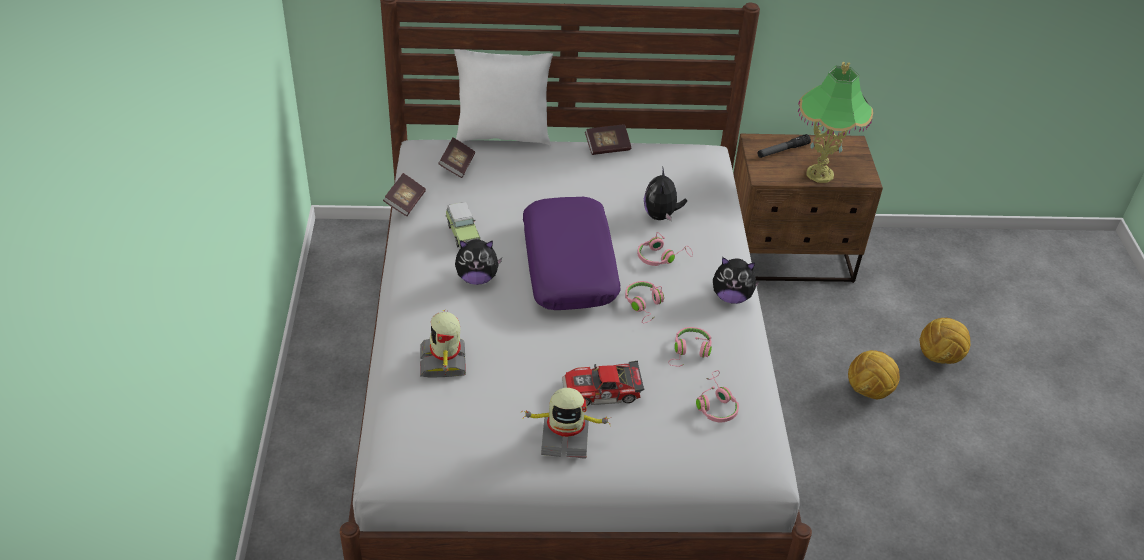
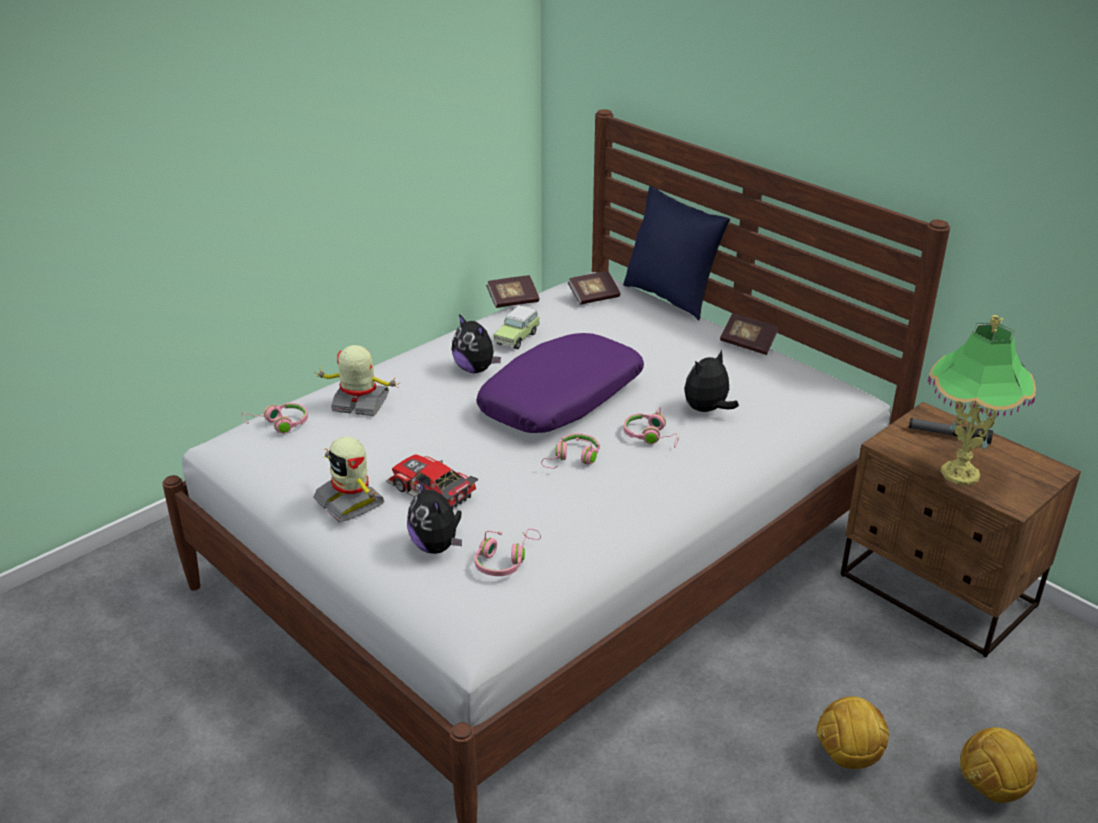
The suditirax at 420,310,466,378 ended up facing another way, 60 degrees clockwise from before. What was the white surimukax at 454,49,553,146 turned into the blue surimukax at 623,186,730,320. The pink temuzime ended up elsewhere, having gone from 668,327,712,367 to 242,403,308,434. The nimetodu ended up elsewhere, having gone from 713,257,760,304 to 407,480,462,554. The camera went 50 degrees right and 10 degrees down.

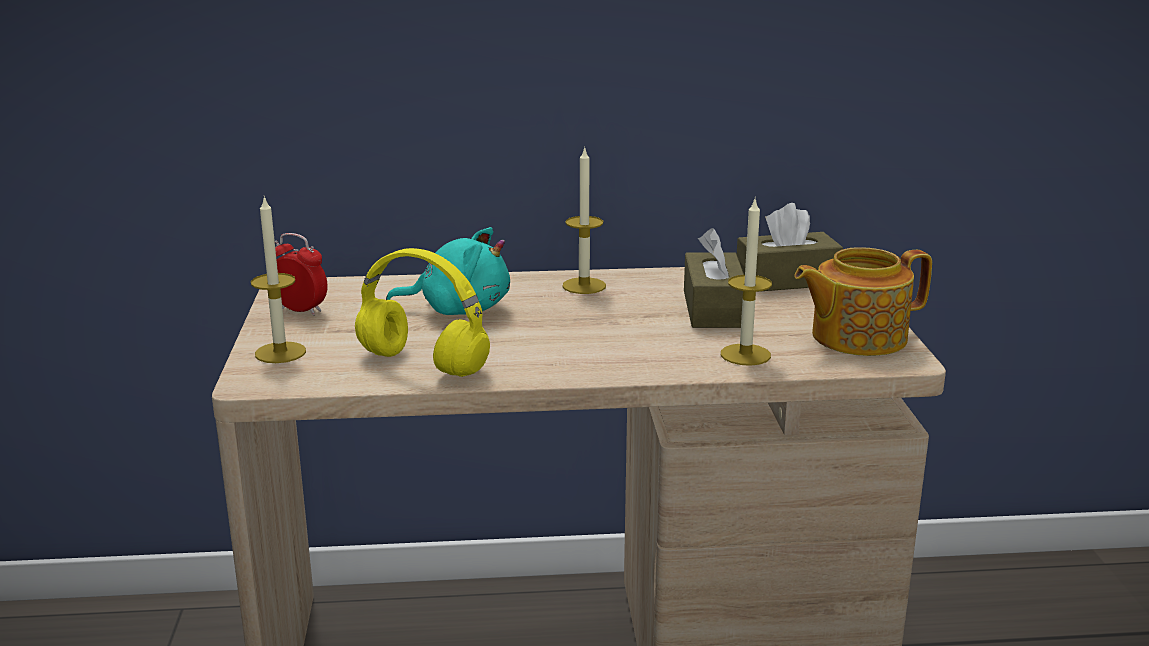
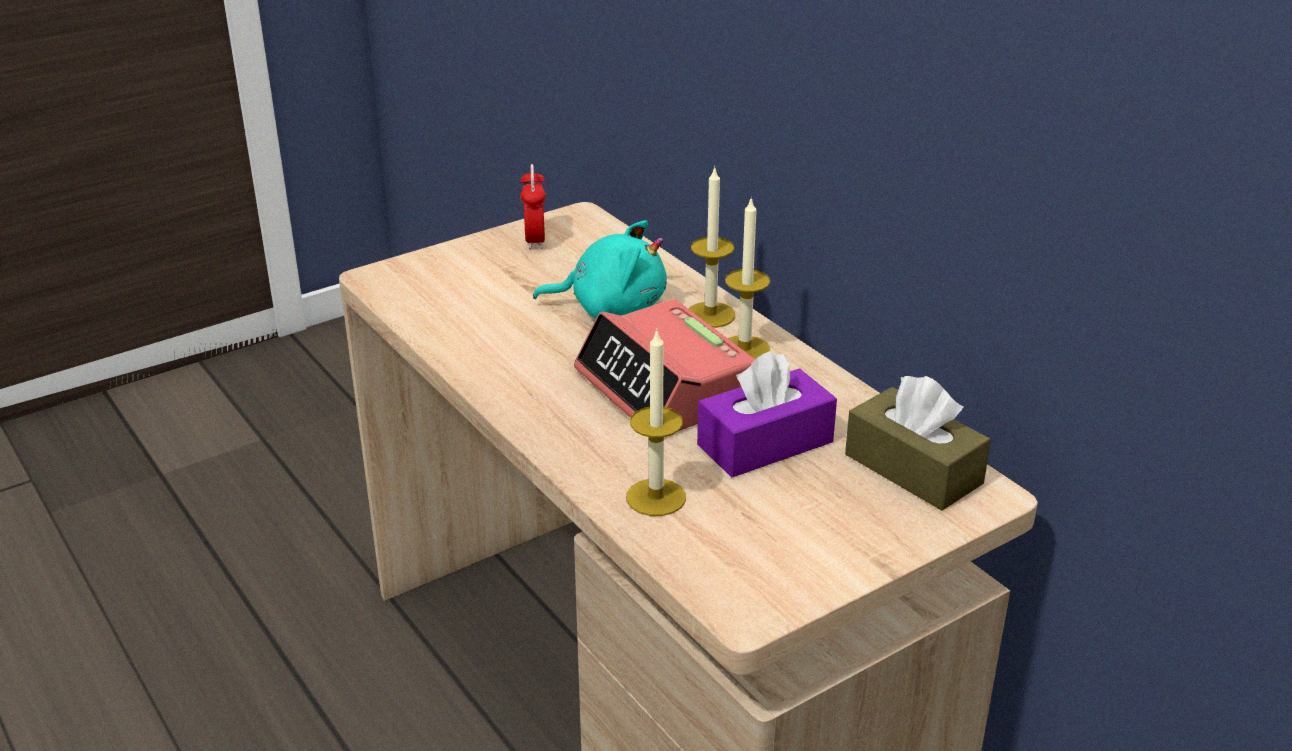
The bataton ended up elsewhere, having gone from 251,196,306,363 to 688,166,735,328. The second view lost the yellow temuzime at 355,248,490,377. The turquoise nimetodu at 386,227,510,315 ended up facing another way, 60 degrees counterclockwise from before. What was the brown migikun at 684,228,744,328 turned into the purple migikun at 697,351,837,477. The second view lost the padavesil at 794,247,932,356. The second view gained the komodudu at 574,299,755,431. The camera went 60 degrees right and 10 degrees up.

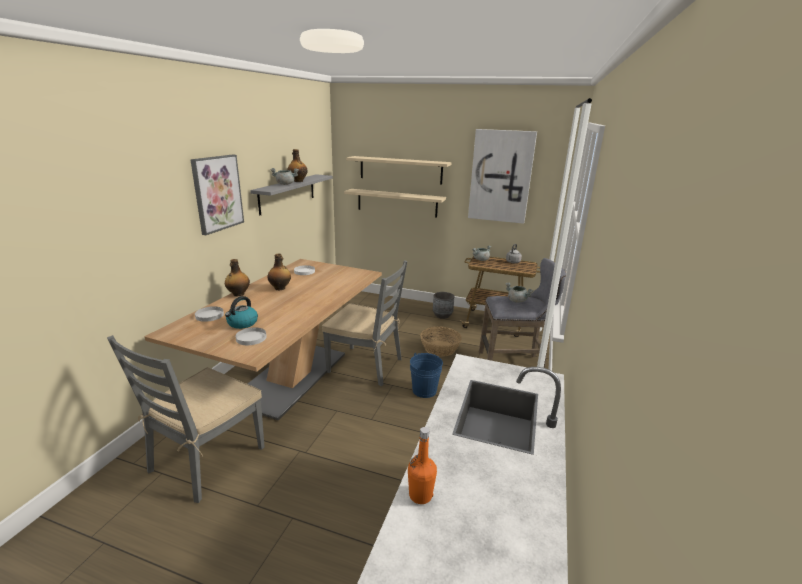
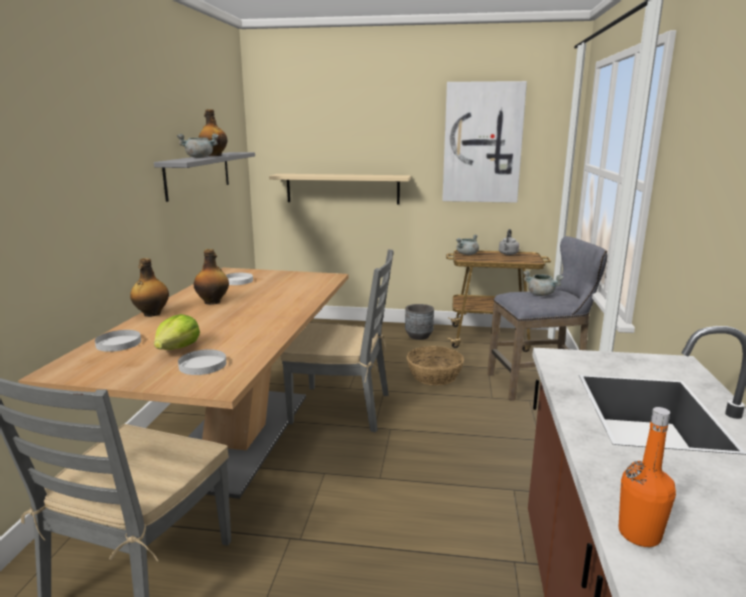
The second view lost the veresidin at 190,155,244,235. Where the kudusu stood at 225,296,258,329, the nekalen came to stand at 154,314,200,350. The second view lost the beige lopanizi at 346,156,452,184. The second view lost the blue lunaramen at 410,353,443,398. The camera went 10 degrees left and 5 degrees down.

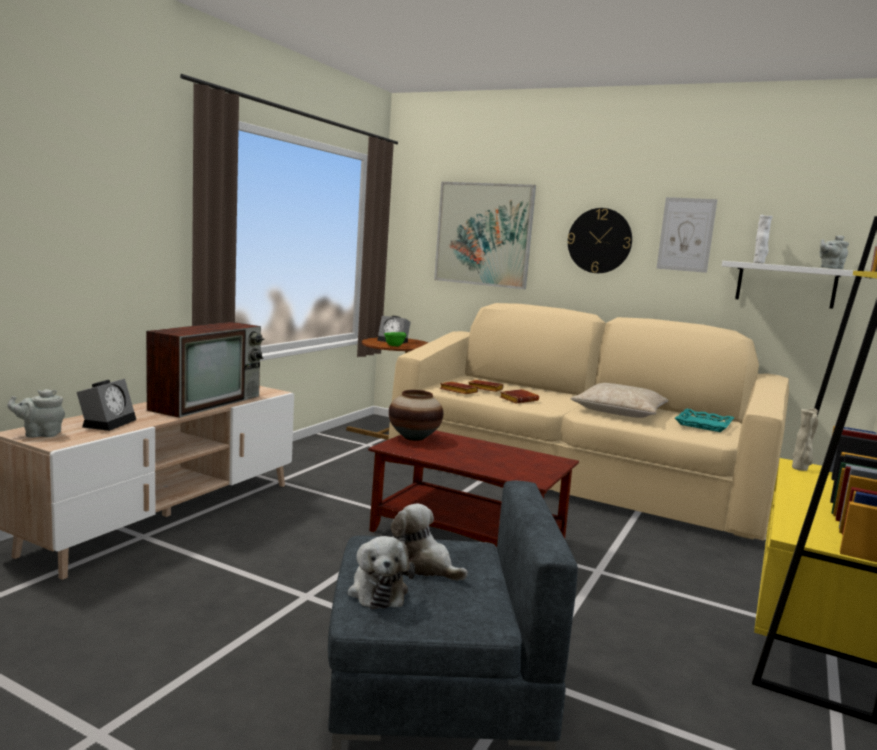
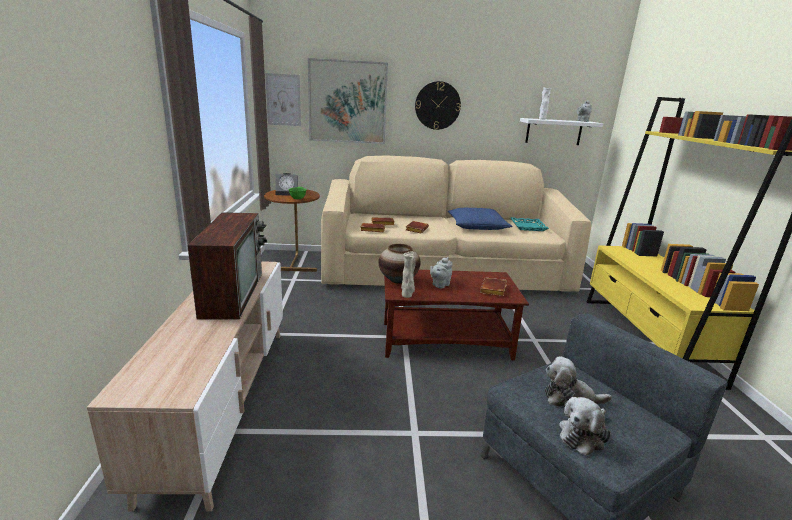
The grey padavesil ended up elsewhere, having gone from 7,389,65,438 to 430,257,453,288. The second view lost the komodudu at 77,379,136,431. The nimetodu at 348,536,415,609 ended up facing another way, 90 degrees clockwise from before. What was the beige surimukax at 571,383,668,418 turned into the blue surimukax at 448,208,512,230. The veresidin ended up elsewhere, having gone from 656,197,718,273 to 265,73,301,126. The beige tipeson ended up elsewhere, having gone from 792,408,818,471 to 401,251,416,298. The second view gained the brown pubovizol at 480,278,507,296. The camera went 30 degrees left and 10 degrees up.

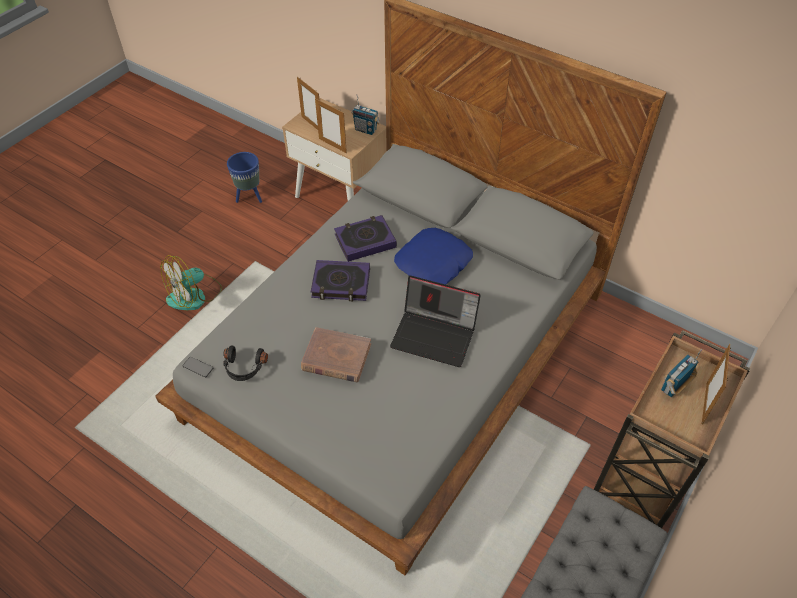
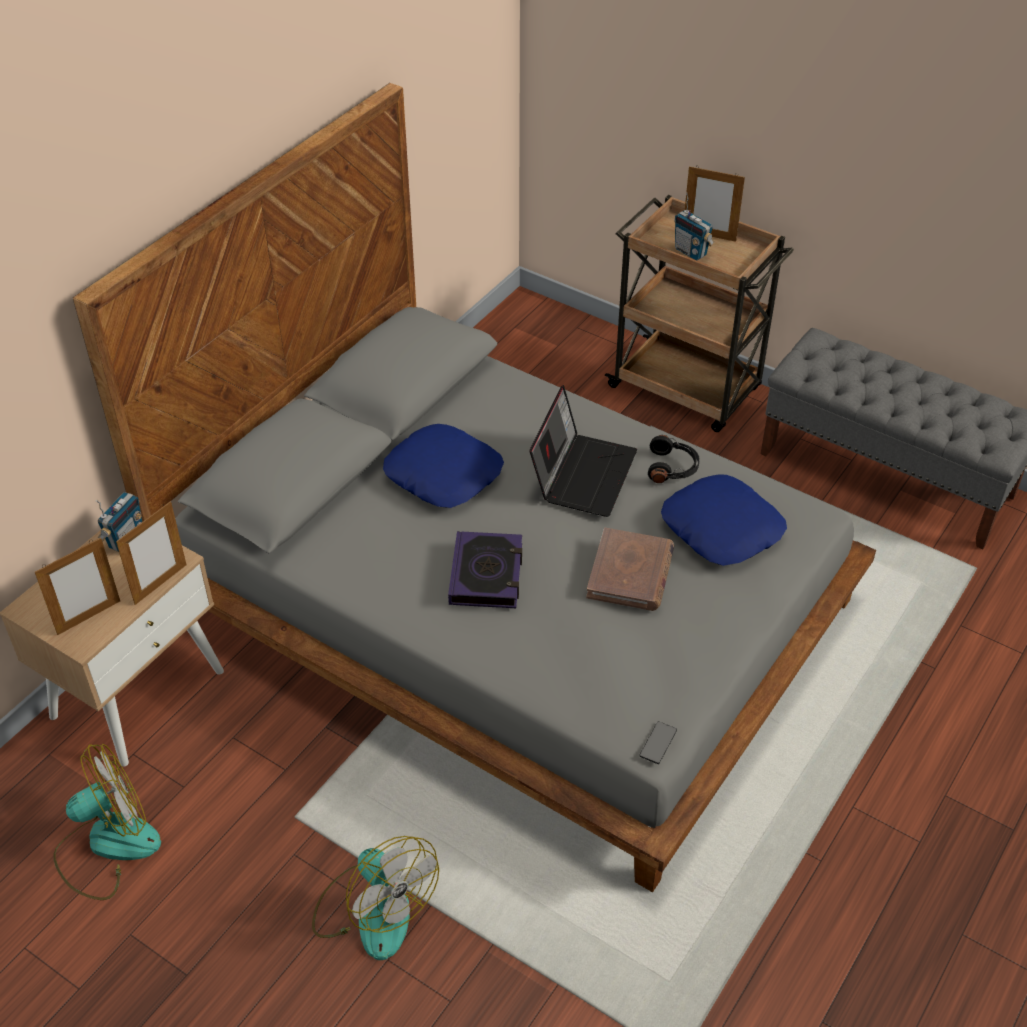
The black temuzime ended up elsewhere, having gone from 223,345,268,381 to 648,435,700,483. Where the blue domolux stood at 227,152,262,203, the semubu came to stand at 53,744,161,900. The second view lost the pubovizol at 334,215,397,262. The second view gained the blue surimukax at 661,474,787,566. The camera went 90 degrees left and 5 degrees down.

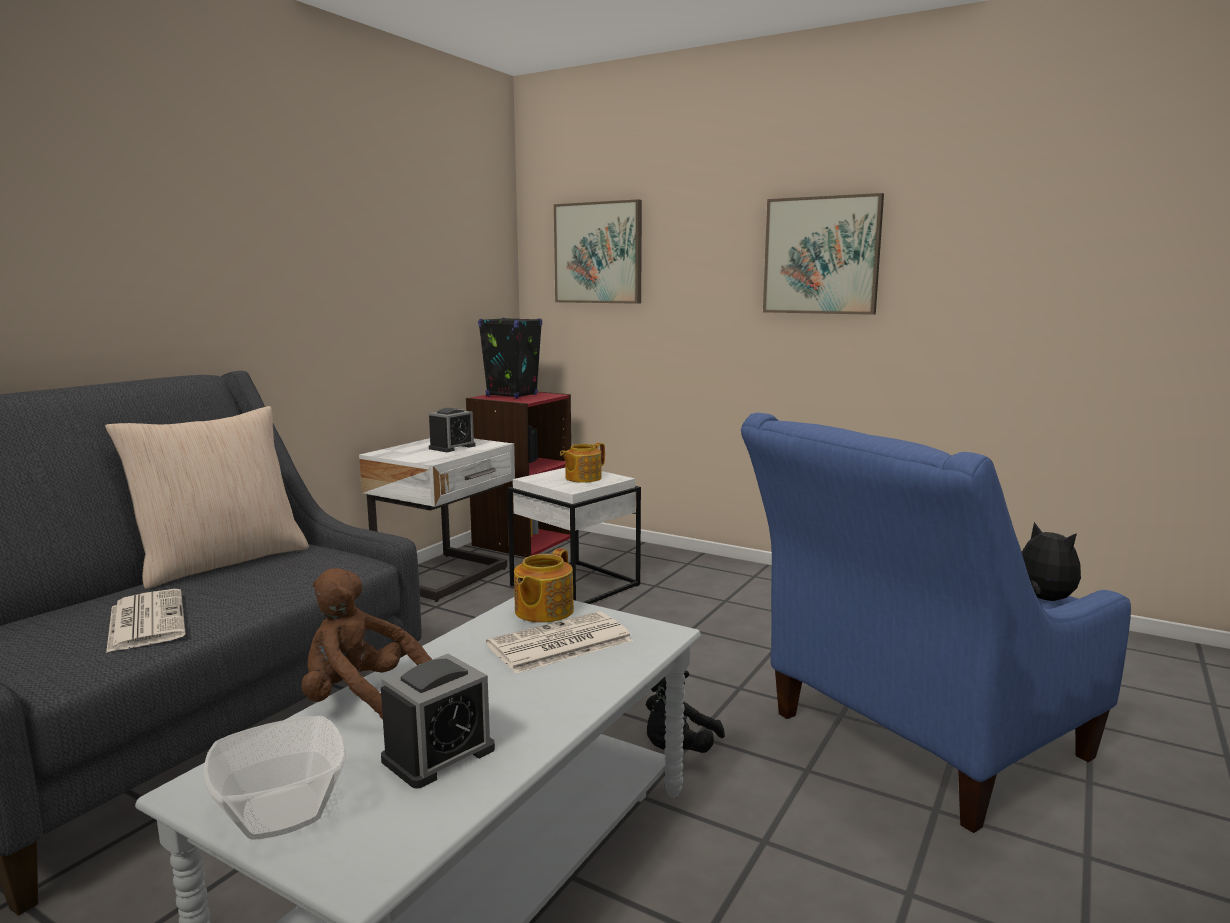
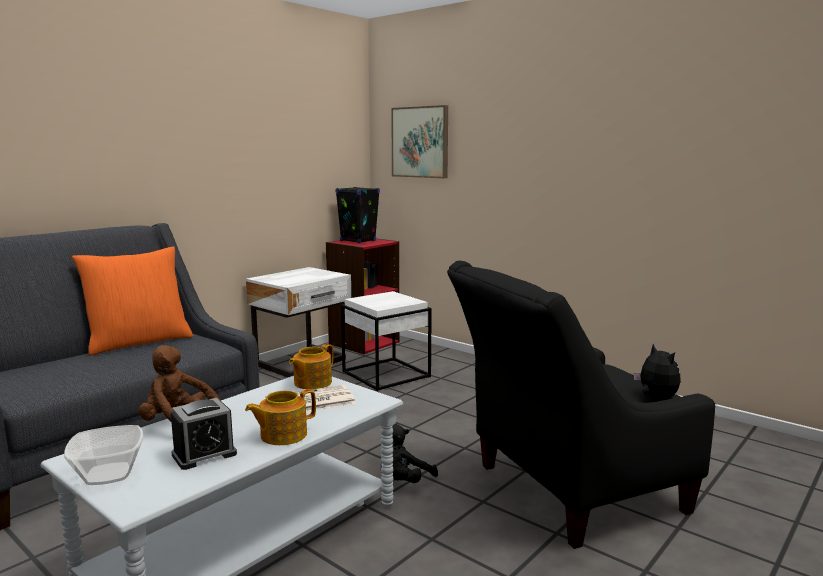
What was the beige surimukax at 105,406,309,589 turned into the orange surimukax at 72,246,193,356. The second view lost the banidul at 106,589,186,653. The second view lost the komodudu at 429,408,476,452. The padavesil ended up elsewhere, having gone from 560,443,605,483 to 245,389,316,445. What was the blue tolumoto at 741,413,1131,833 turned into the black tolumoto at 447,261,715,549. The second view lost the veresidin at 763,193,884,315. The camera went 10 degrees right and 0 degrees up.

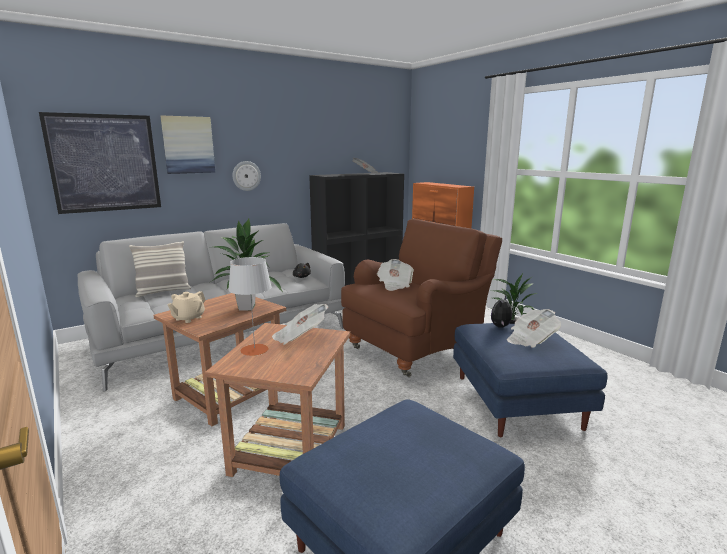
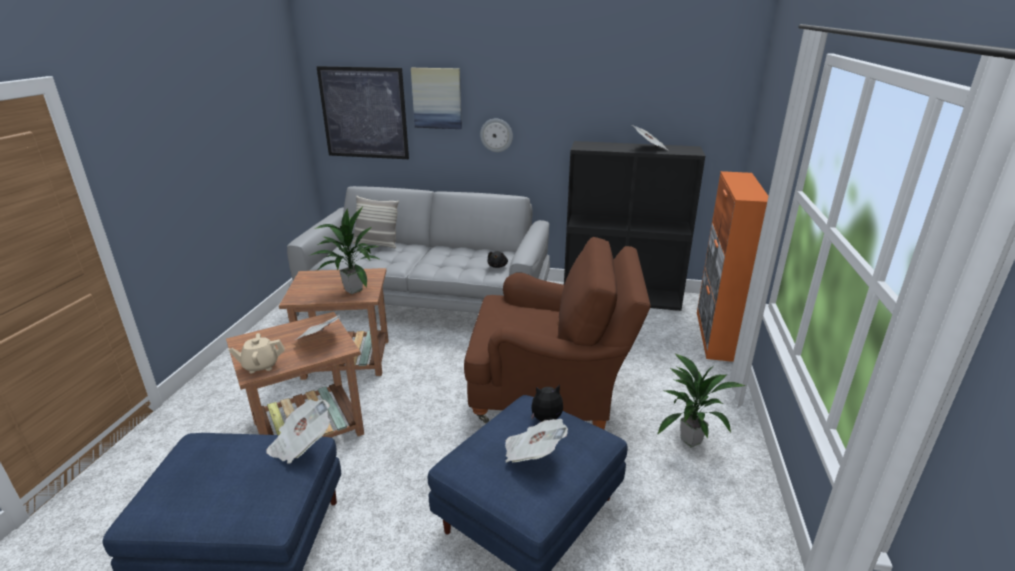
The beige padavesil ended up elsewhere, having gone from 167,291,206,323 to 229,333,285,373. The second view lost the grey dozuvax at 228,257,272,356. The banidul ended up elsewhere, having gone from 377,259,414,291 to 267,400,330,464. The camera went 45 degrees right and 10 degrees up.

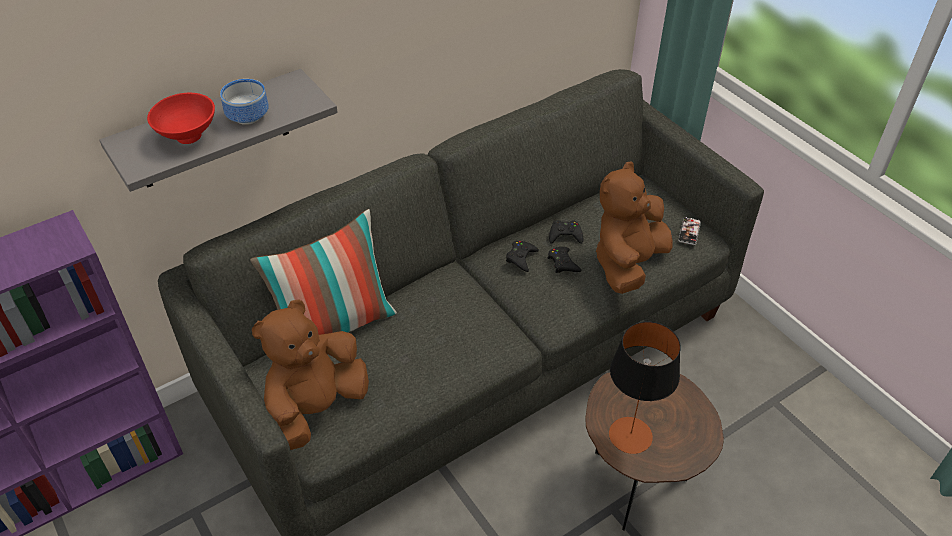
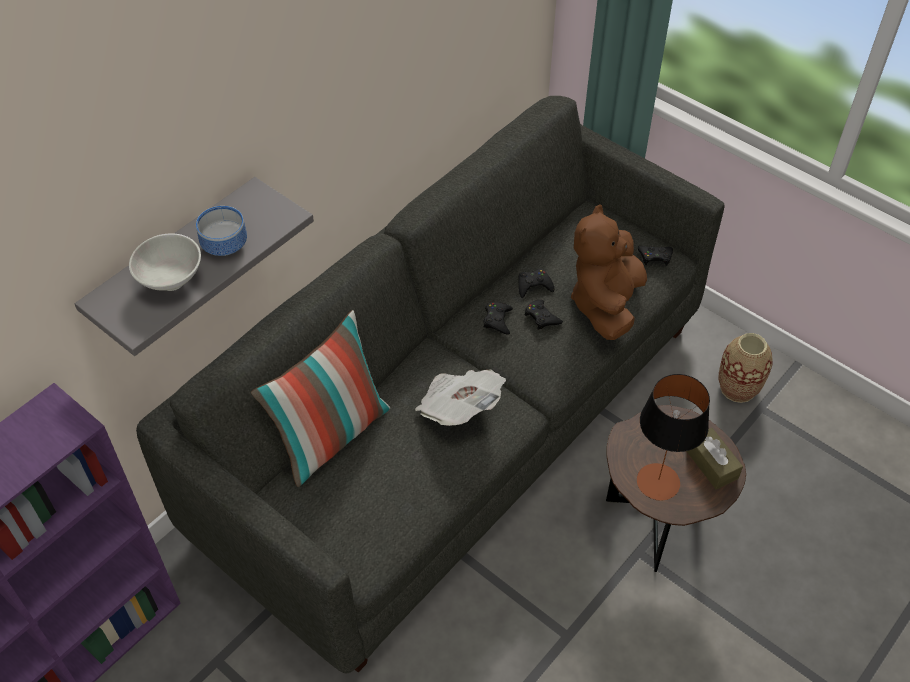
What was the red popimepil at 147,93,215,144 turned into the white popimepil at 129,233,201,291. The second view lost the brown nimetodu at 252,300,369,450. Where the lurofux stood at 678,217,701,245, the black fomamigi came to stand at 638,246,673,266. The second view gained the banidul at 415,369,506,426. The second view gained the brown migikun at 686,428,743,490. The second view gained the tipeson at 718,333,773,403. The camera went 15 degrees left and 5 degrees up.

